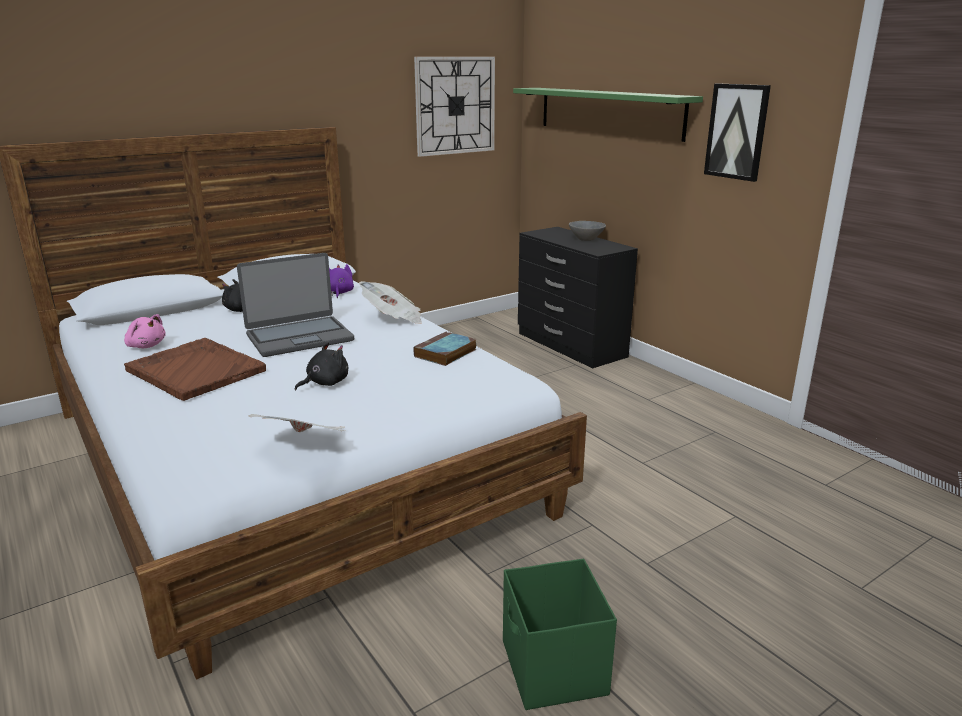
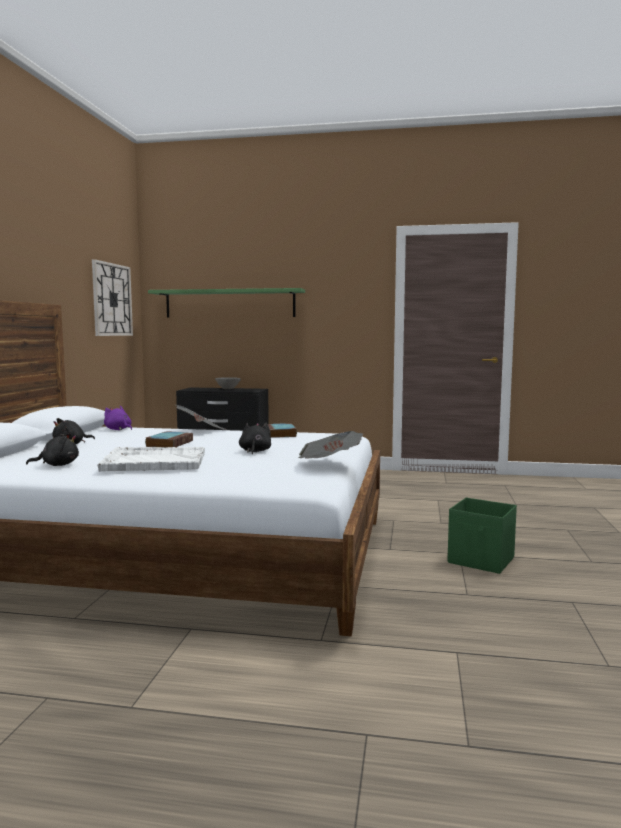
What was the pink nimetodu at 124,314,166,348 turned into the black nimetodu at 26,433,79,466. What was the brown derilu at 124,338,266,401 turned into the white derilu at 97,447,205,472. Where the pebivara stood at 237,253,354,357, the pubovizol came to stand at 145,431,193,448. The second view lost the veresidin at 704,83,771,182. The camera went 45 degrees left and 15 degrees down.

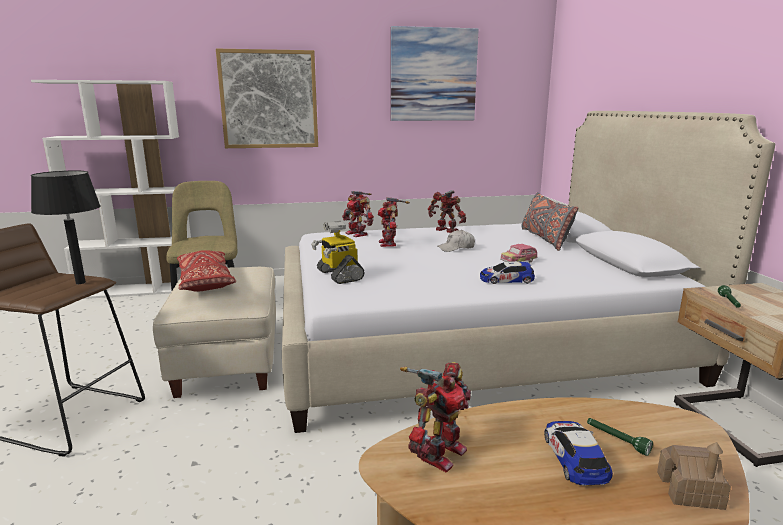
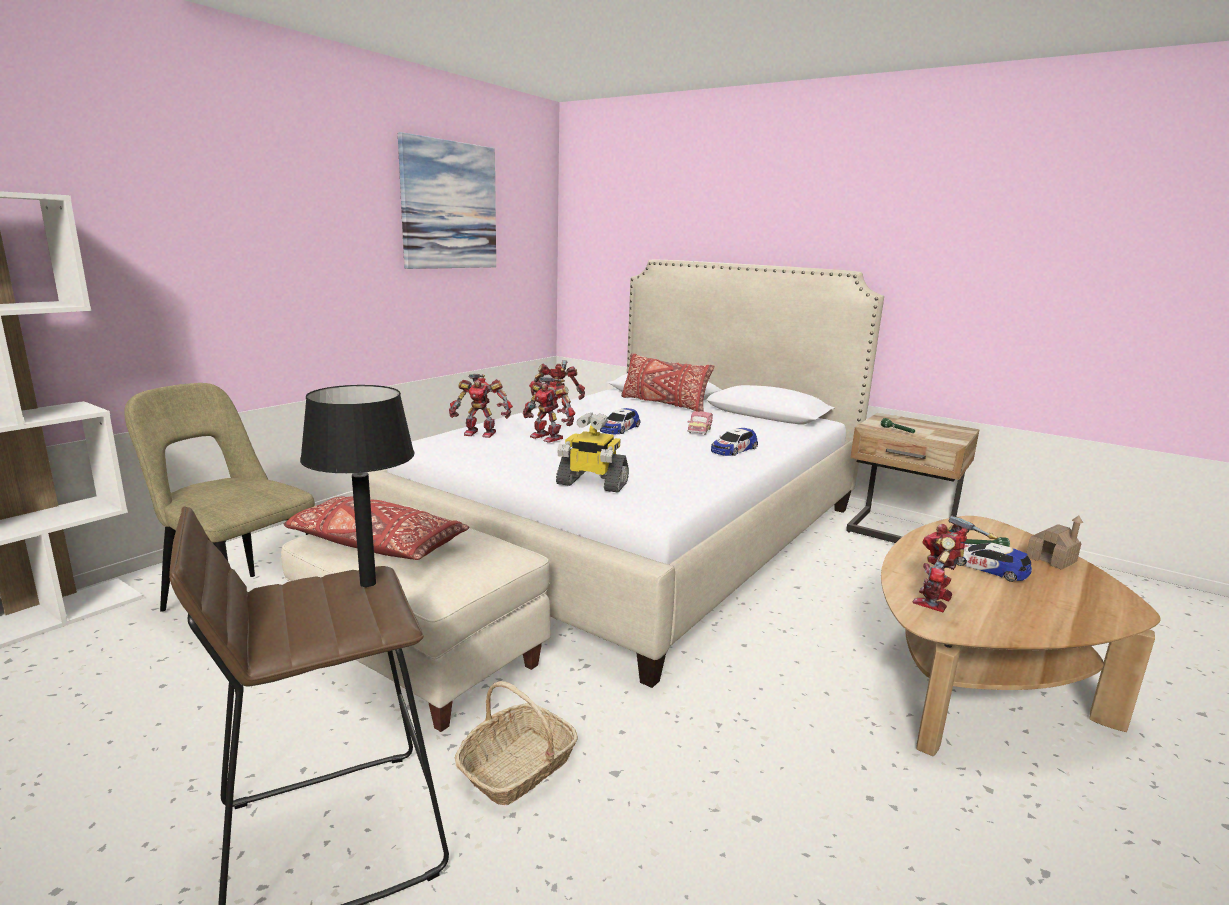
The second view lost the veresidin at 216,49,318,148. The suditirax at 400,362,471,473 ended up facing another way, 135 degrees counterclockwise from before. Where the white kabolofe stood at 437,230,475,252, the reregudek came to stand at 600,408,640,434. What was the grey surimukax at 522,192,578,251 turned into the red surimukax at 621,354,714,412. The second view gained the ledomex at 455,681,578,805. The camera went 45 degrees left and 0 degrees up.

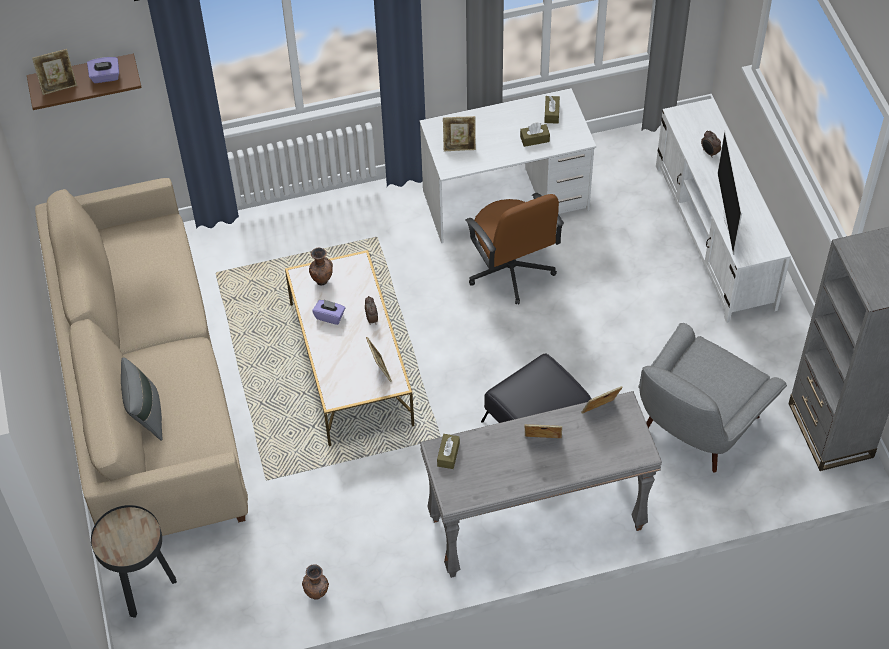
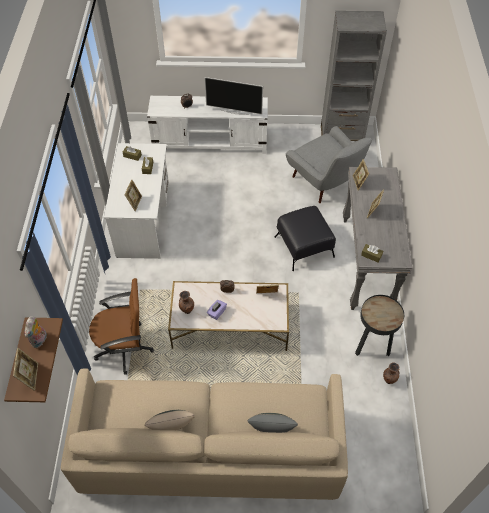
Where the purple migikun stood at 87,57,119,83, the nimetodu came to stand at 24,316,47,348. The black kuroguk ended up elsewhere, having gone from 91,505,177,618 to 355,295,404,356. The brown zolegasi ended up elsewhere, having gone from 465,193,564,305 to 89,278,154,375. The second view gained the beige surimukax at 145,410,195,430. The camera went 75 degrees left and 0 degrees up.

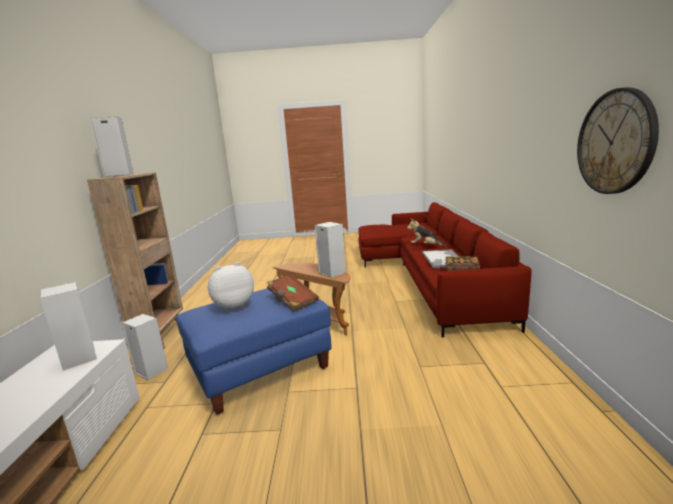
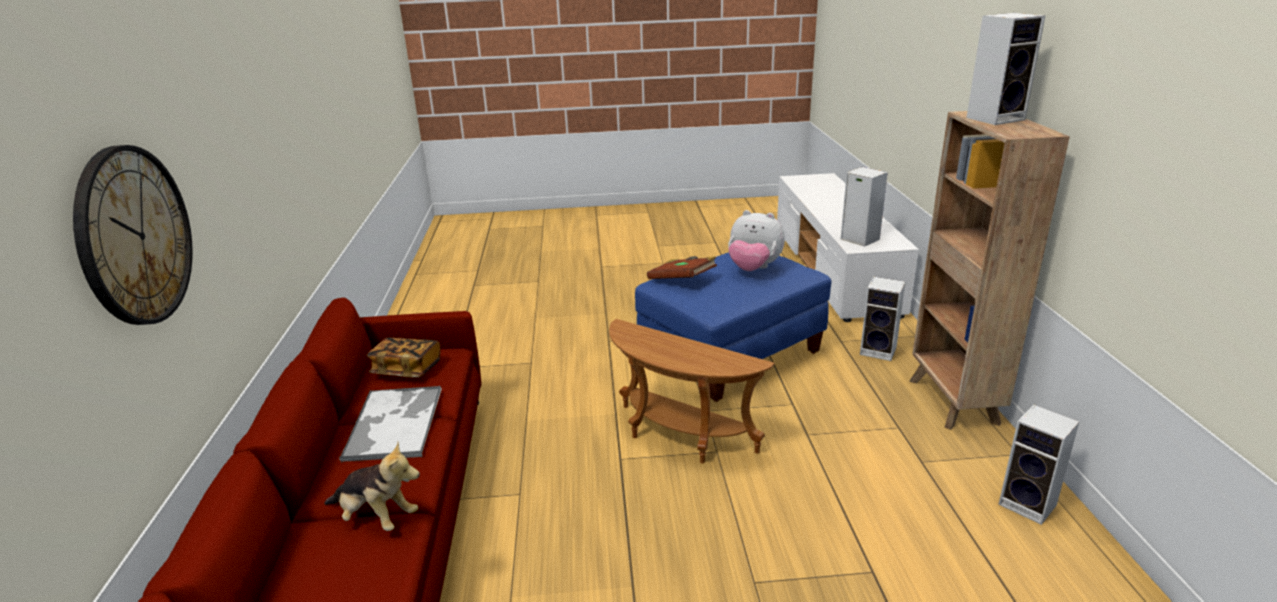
The nimetodu at 208,262,254,311 ended up facing another way, 60 degrees clockwise from before. The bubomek ended up elsewhere, having gone from 315,222,346,278 to 998,405,1079,525. The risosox ended up elsewhere, having gone from 577,87,659,194 to 73,145,193,325. The camera went 175 degrees right and 10 degrees up.

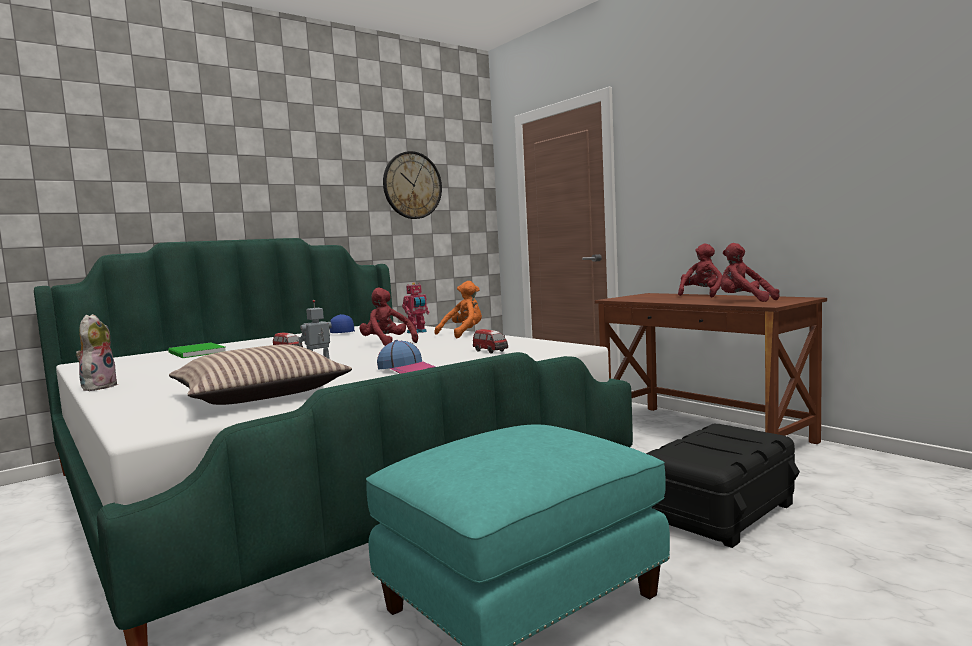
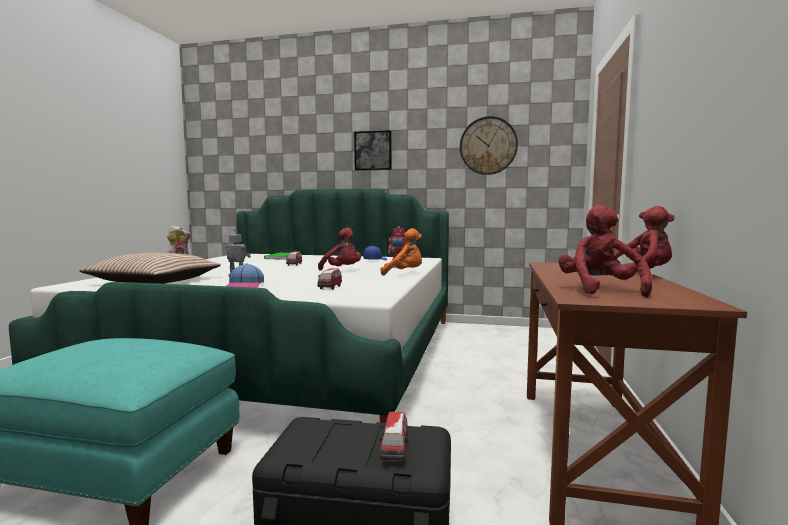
The red nimetodu at 359,288,418,346 ended up facing another way, 120 degrees clockwise from before. The second view gained the veresidin at 354,130,392,171. The second view gained the reregudek at 379,412,408,461. The camera went 50 degrees right and 0 degrees up.

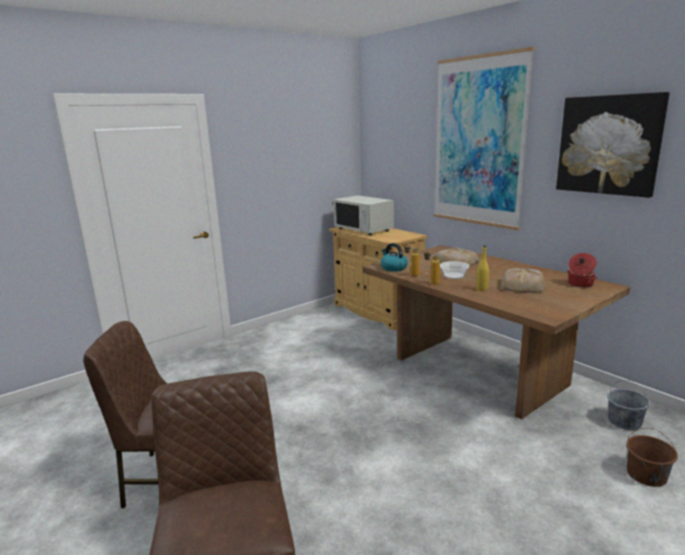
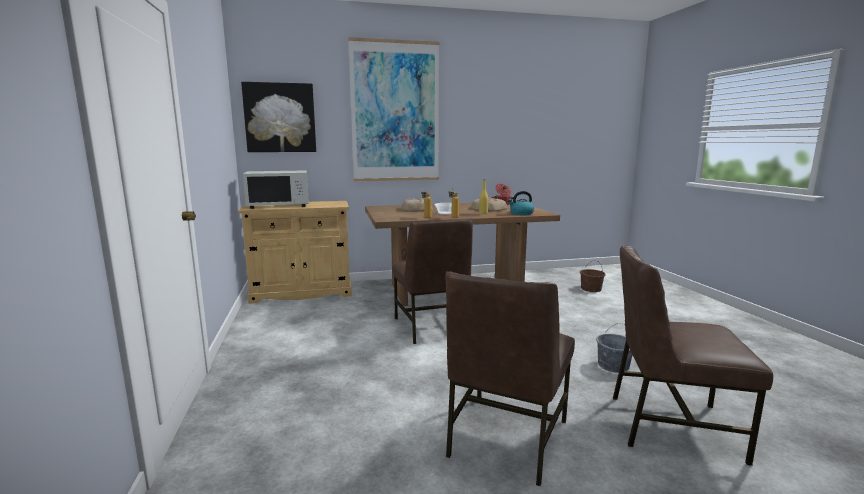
The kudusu ended up elsewhere, having gone from 381,243,408,271 to 508,191,534,215. The veresidin ended up elsewhere, having gone from 556,92,670,198 to 241,82,316,152. The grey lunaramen ended up elsewhere, having gone from 607,380,650,430 to 596,323,632,373. The second view gained the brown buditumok at 392,218,473,344. The camera went 65 degrees left and 5 degrees down.

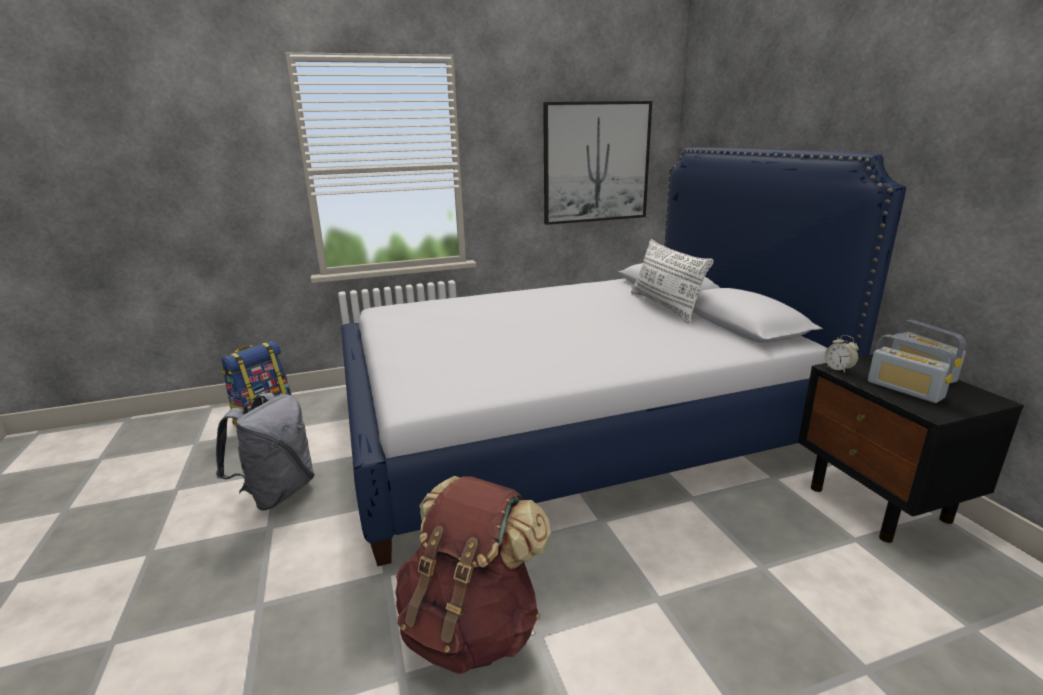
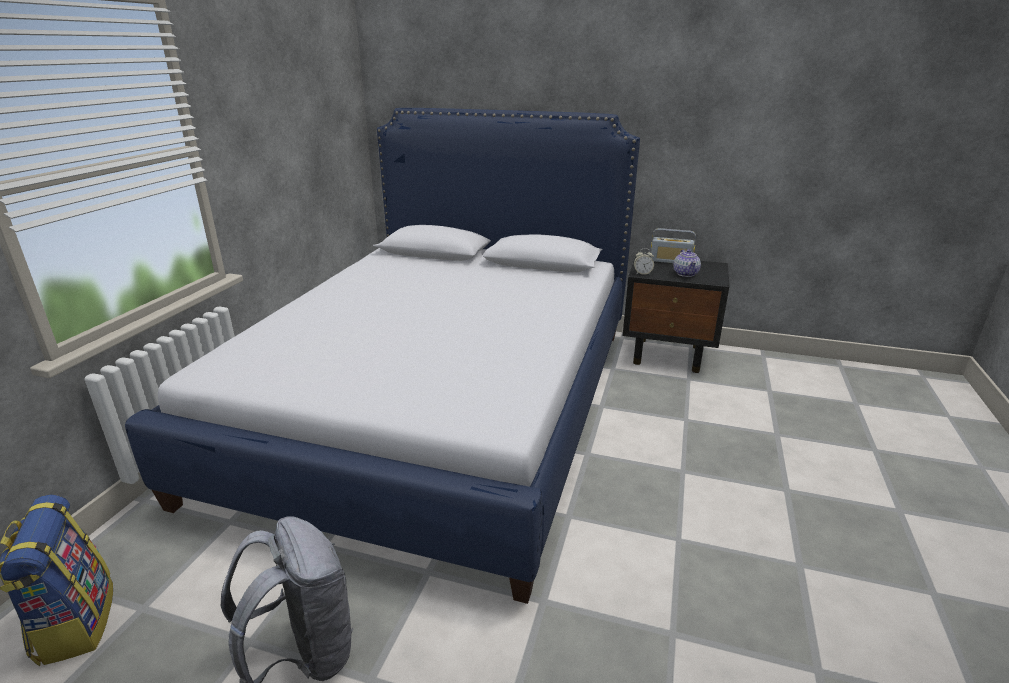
The second view lost the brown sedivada at 395,476,551,674. The second view lost the veresidin at 543,101,652,225. The second view lost the white surimukax at 631,239,714,323. Where the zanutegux stood at 868,334,956,403, the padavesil came to stand at 673,249,701,277. The camera went 55 degrees left and 5 degrees up.

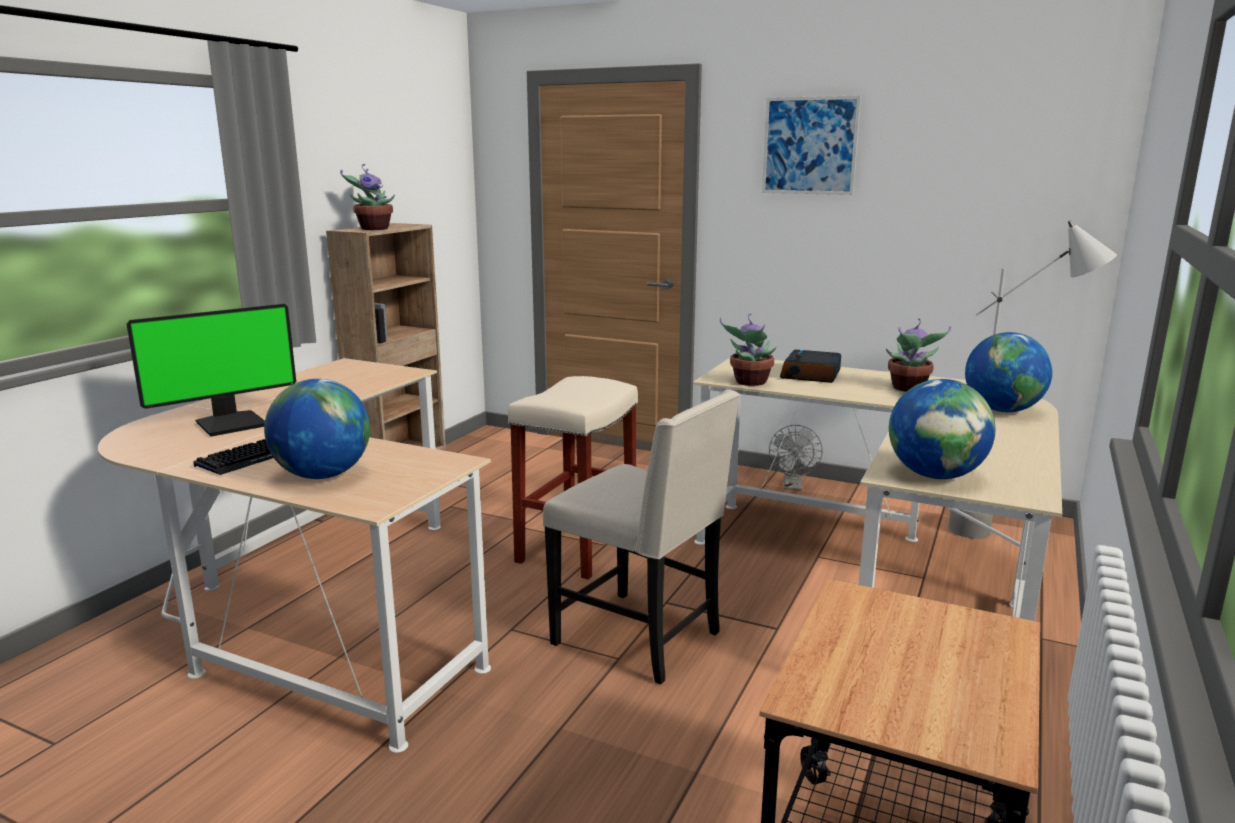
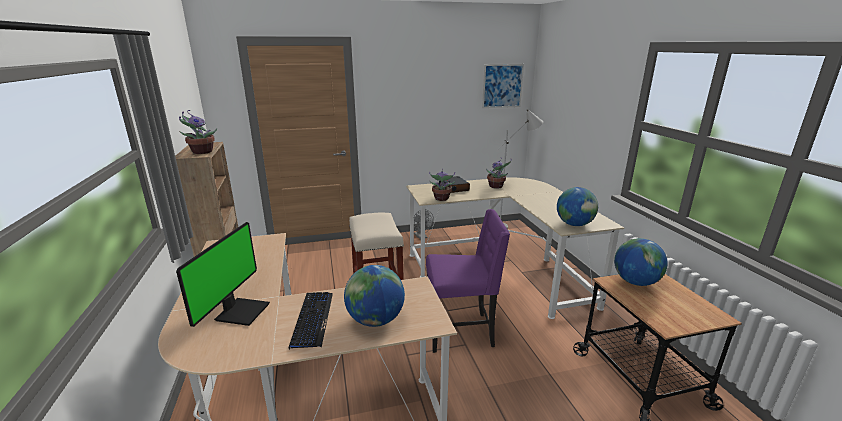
What was the beige buditumok at 543,390,740,685 turned into the purple buditumok at 426,209,510,353. The veresidin ended up elsewhere, having gone from 762,95,861,195 to 482,64,524,108. The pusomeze ended up elsewhere, having gone from 965,332,1053,412 to 614,238,668,286. The camera went 40 degrees left and 5 degrees up.

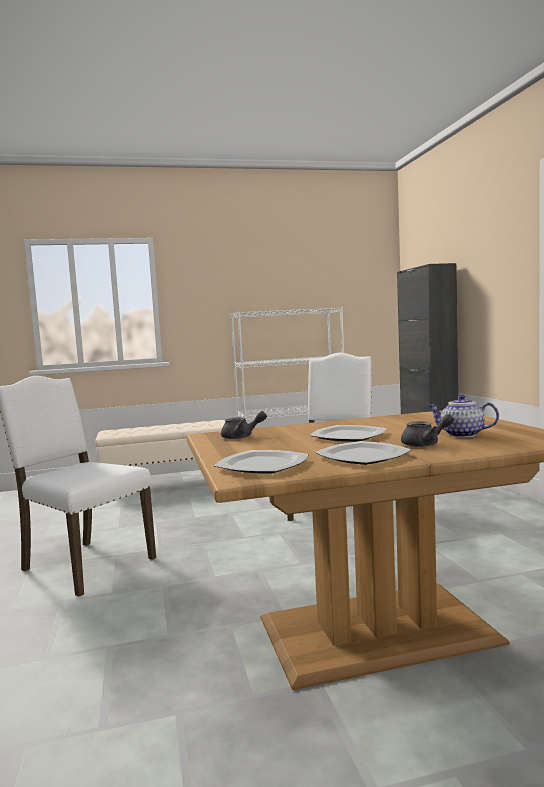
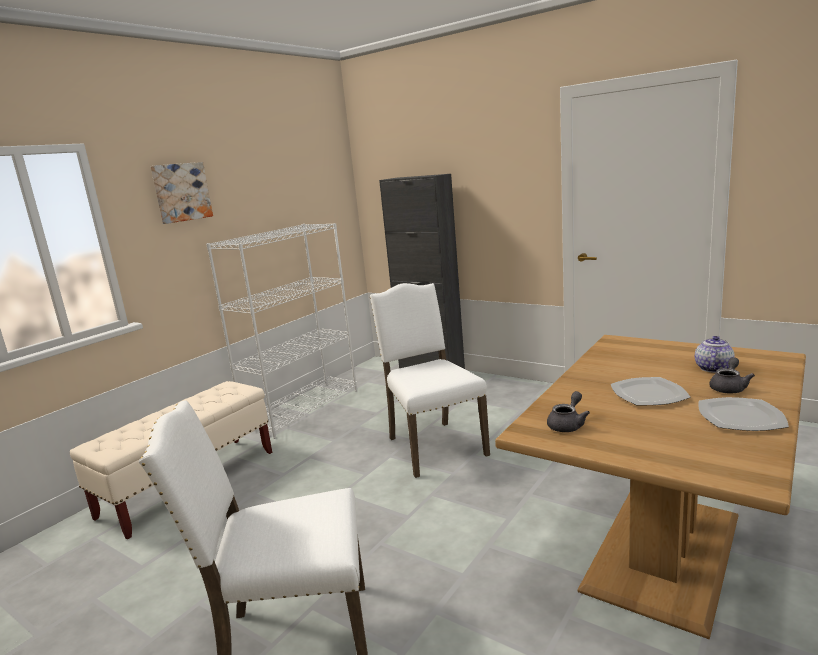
The second view lost the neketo at 214,450,309,474. The padavesil at 428,395,499,437 ended up facing another way, 135 degrees clockwise from before. The second view gained the veresidin at 151,162,213,224. The camera went 40 degrees left and 10 degrees up.

